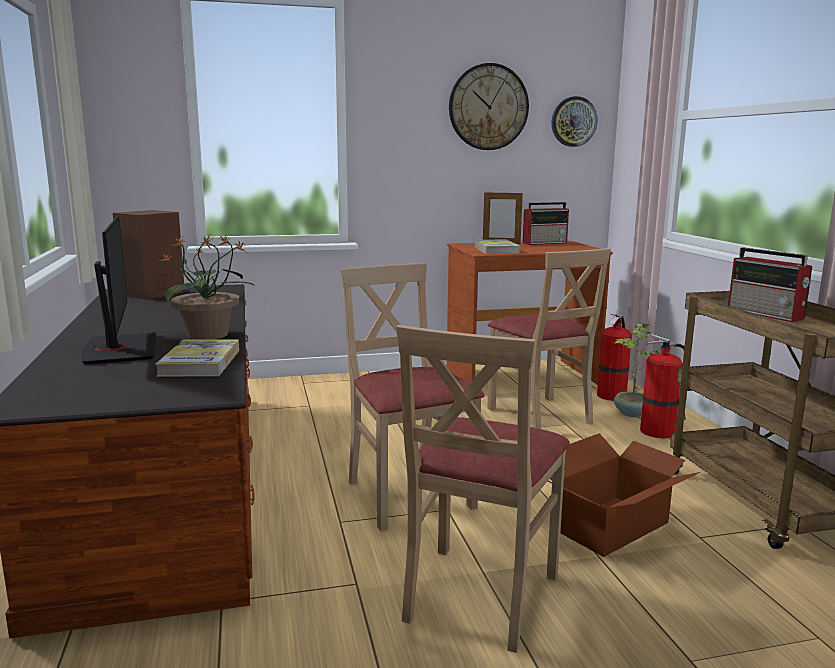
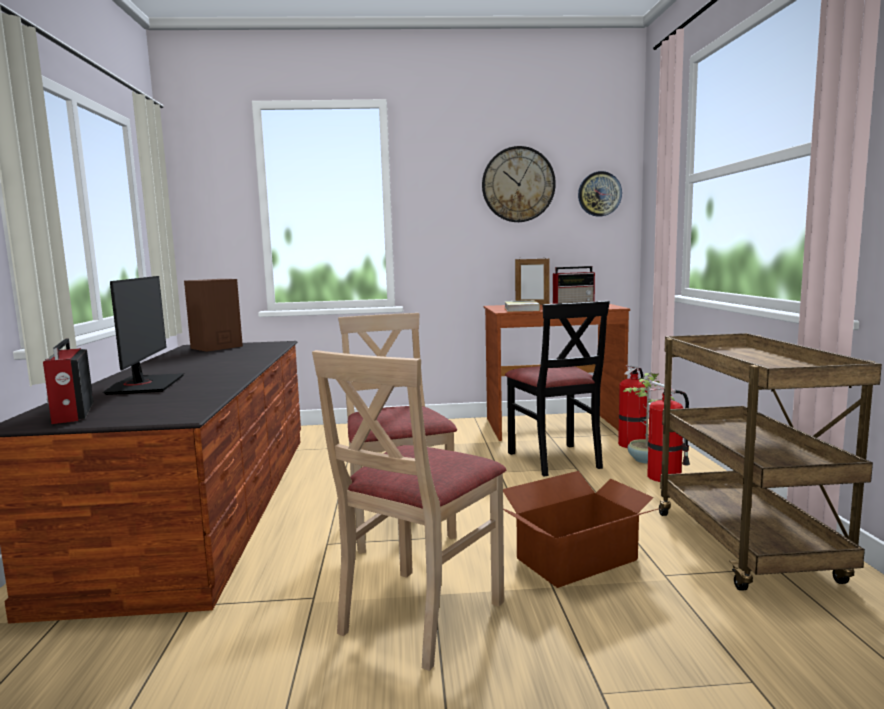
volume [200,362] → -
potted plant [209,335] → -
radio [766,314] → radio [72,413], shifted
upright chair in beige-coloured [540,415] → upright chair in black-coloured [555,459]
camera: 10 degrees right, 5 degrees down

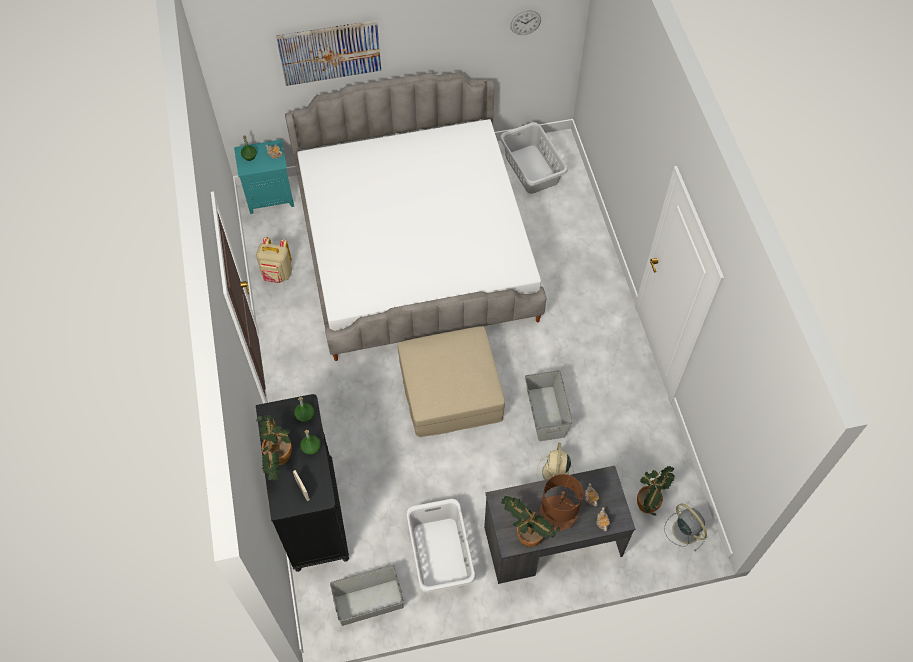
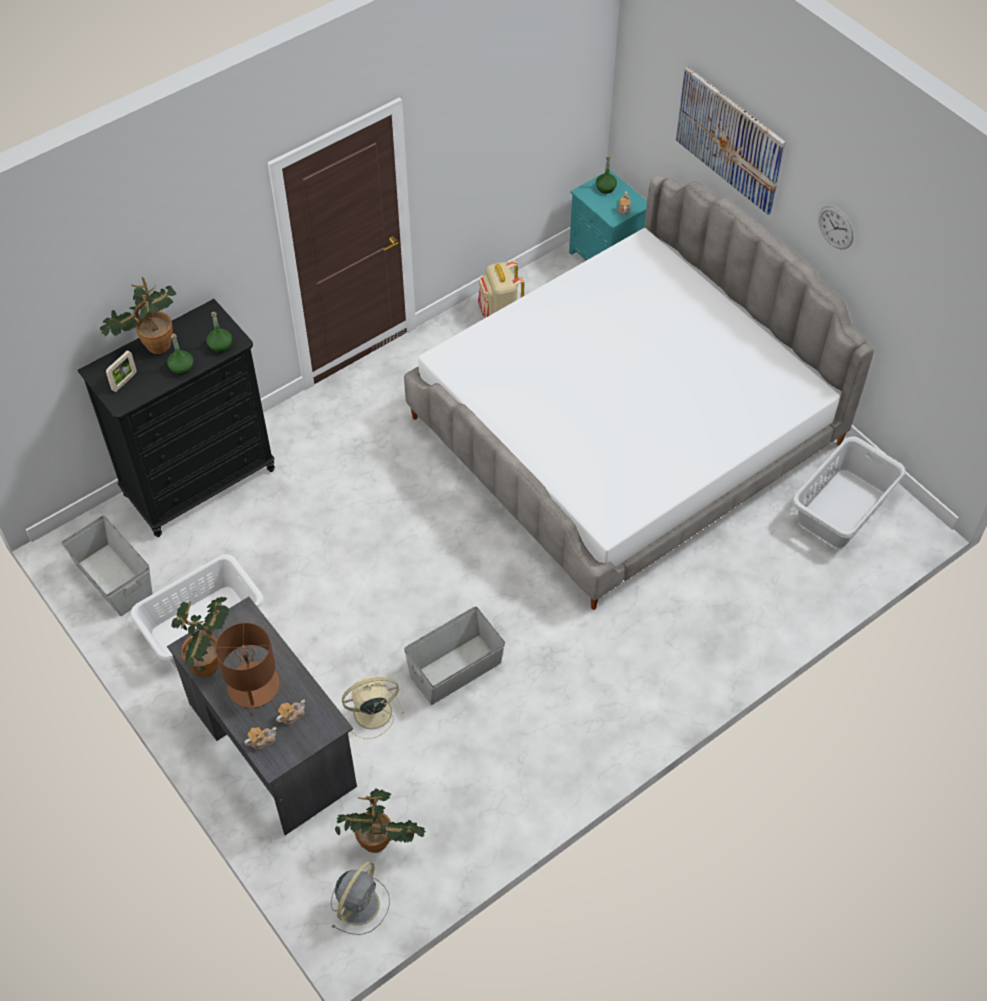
footrest in beige-coloured [450,390] → -
wall clock [525,22] → wall clock [836,227], shifted
camera: 65 degrees right, 5 degrees down

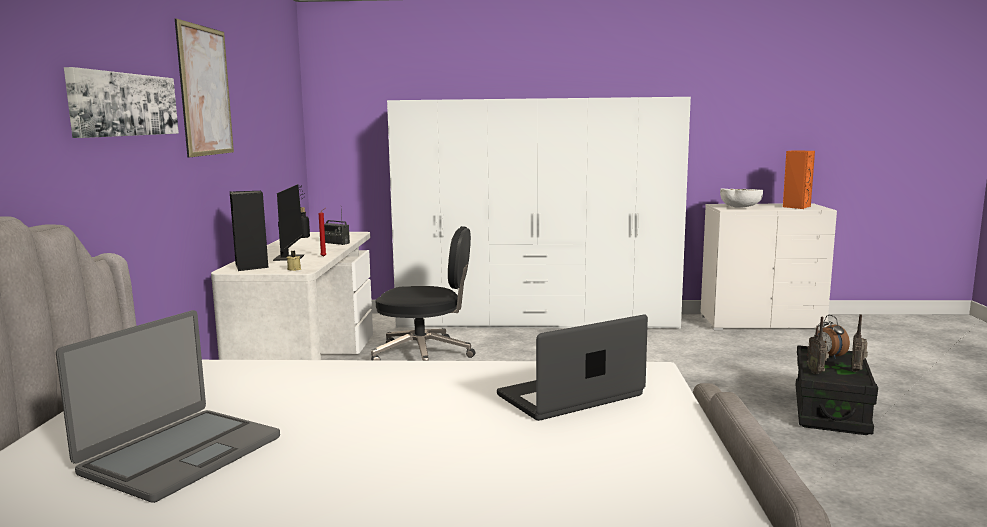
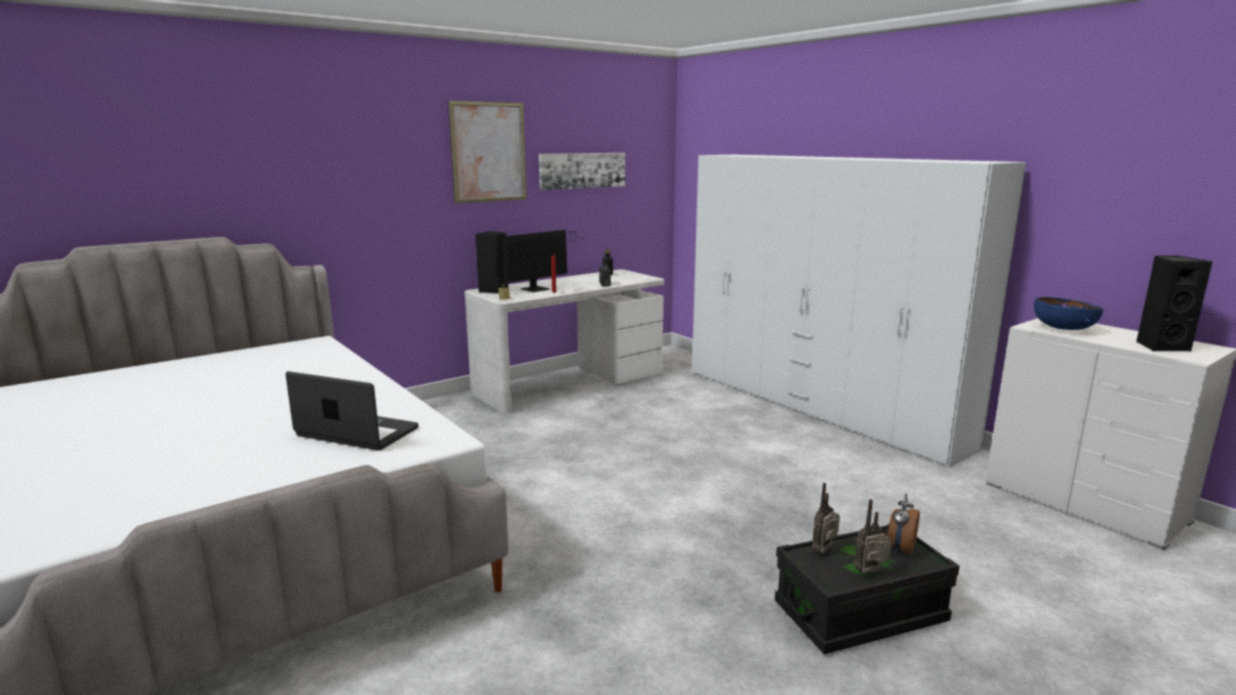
portable computer [180,455] → -
computer chair in black-coloured [425,355] → -
picture [124,104] → picture [582,170], shifted
deep dish in whitish [740,207] → deep dish in blue [1062,329]
loudspeaker in orangey [796,207] → loudspeaker in black-coloured [1160,347]
camera: 50 degrees right, 5 degrees up

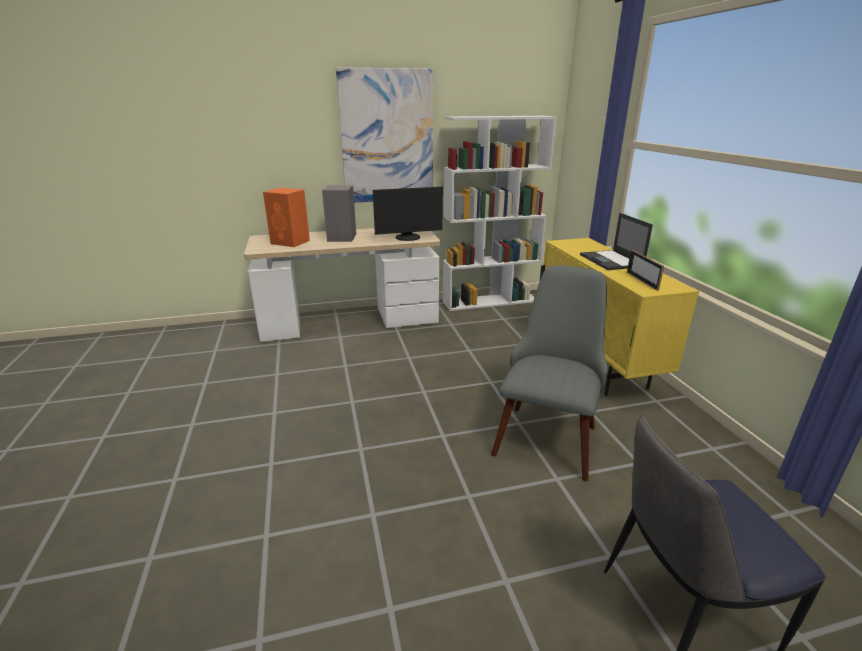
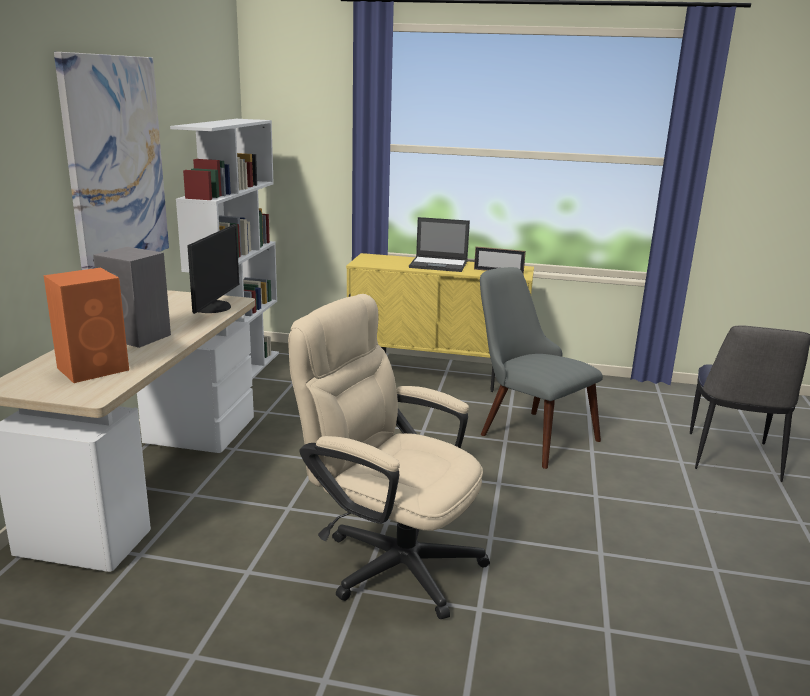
- → computer chair in beige-coloured [389,559]
camera: 65 degrees left, 5 degrees down

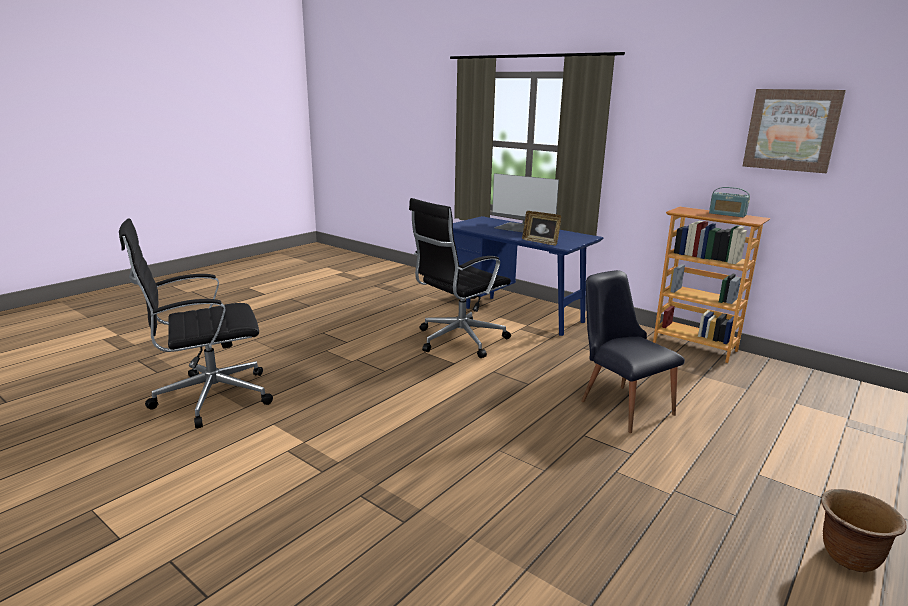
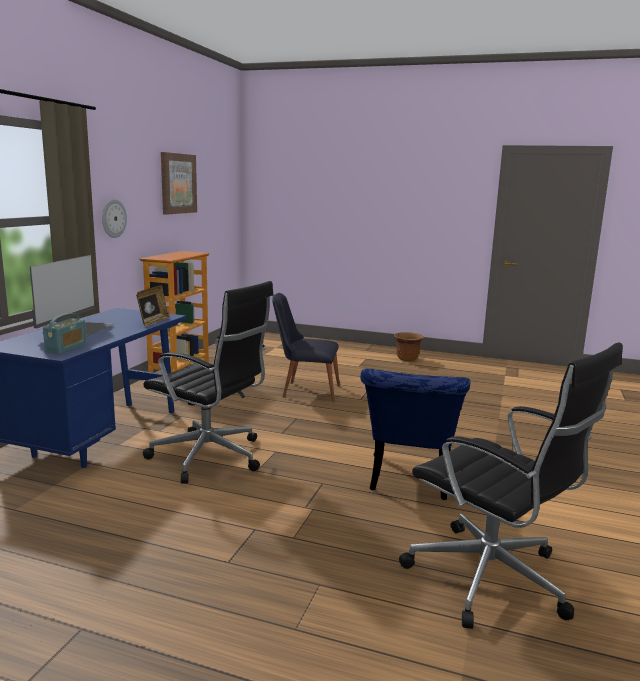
- → wall clock [113,218]
- → upright chair in blue [408,481]
radio [727,214] → radio [66,348], shifted
upright chair in black-coloured [620,404] → upright chair in black-coloured [305,391], 60 degrees clockwise
camera: 110 degrees left, 5 degrees down

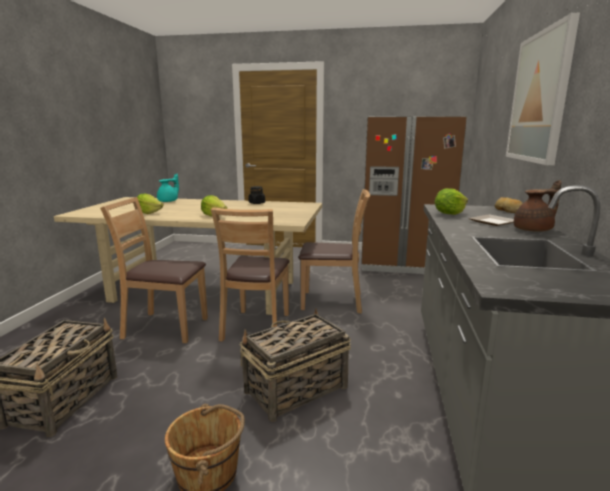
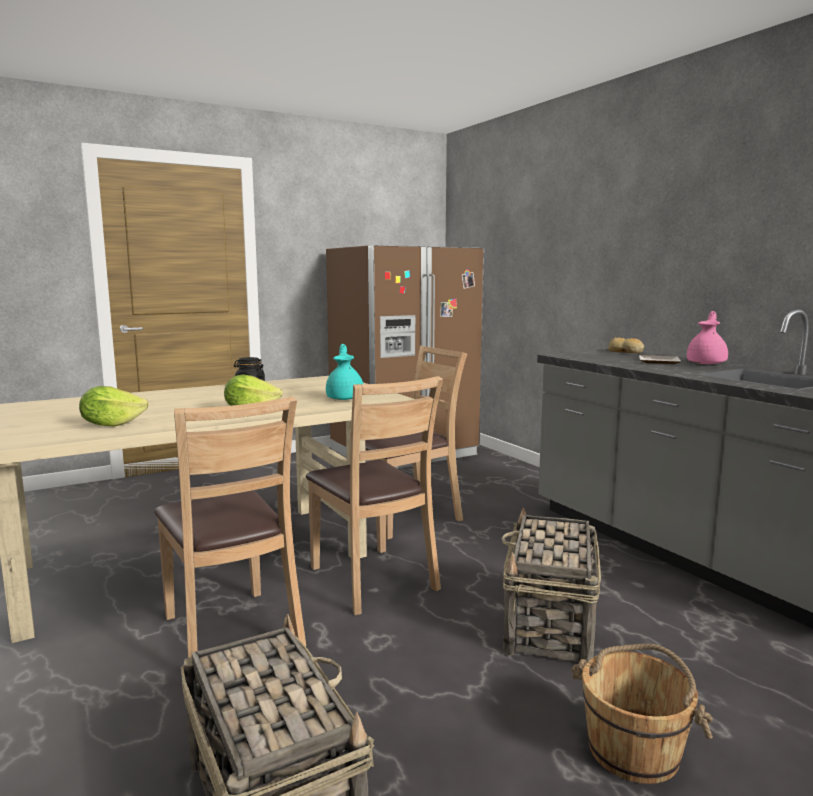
head of lettuce [449,214] → -
picture [539,97] → -
pot for tea in turquoise-coloured [169,201] → pot for tea in turquoise-coloured [345,398], shifted
pot for tea in brown-coloured [534,230] → pot for tea in pinkish [707,363]
upright chair in brown-coloured [165,327] → upright chair in brown-coloured [231,633], 90 degrees counterclockwise
camera: 40 degrees left, 5 degrees down

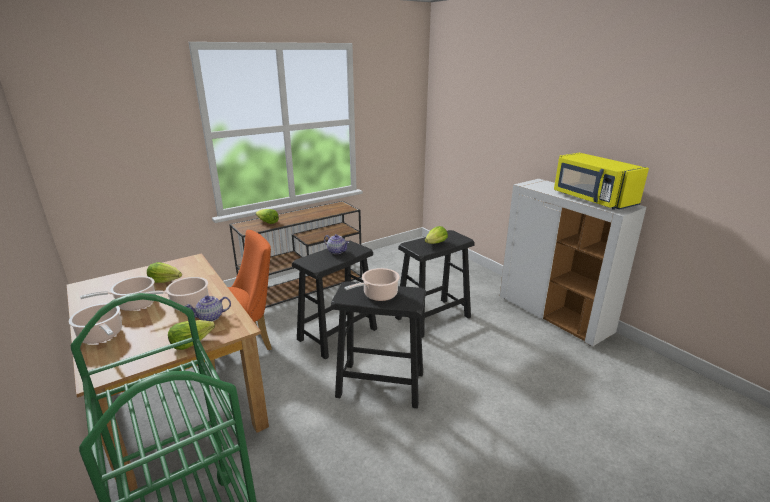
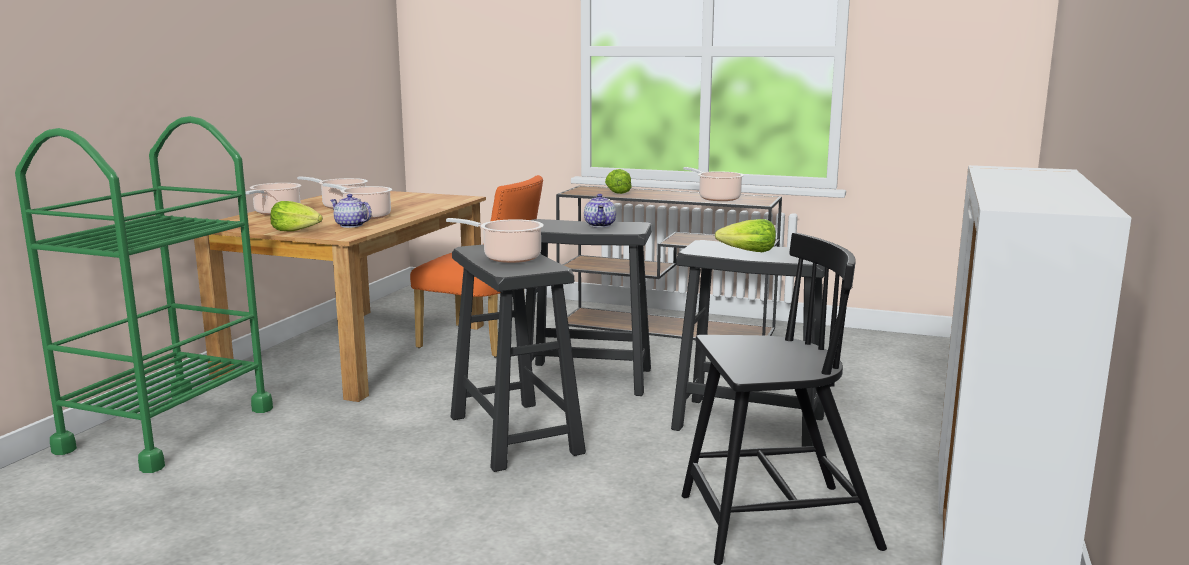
head of lettuce [166,281] → -
microwave oven in yellow [592,199] → -
- → upright chair in black-coloured [774,523]
- → cooking pot [717,198]
camera: 55 degrees right, 10 degrees down

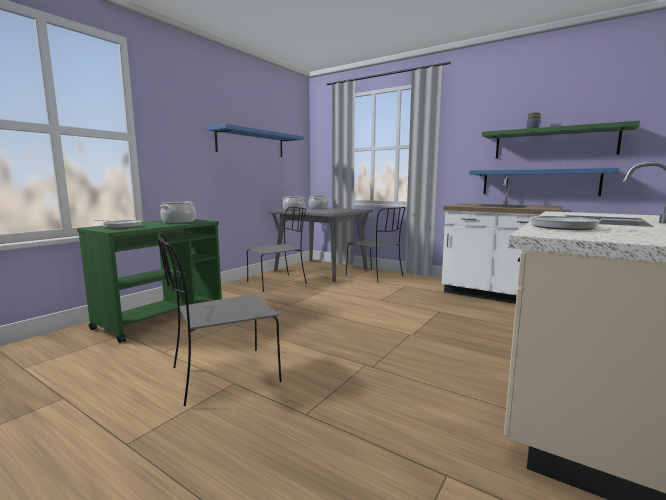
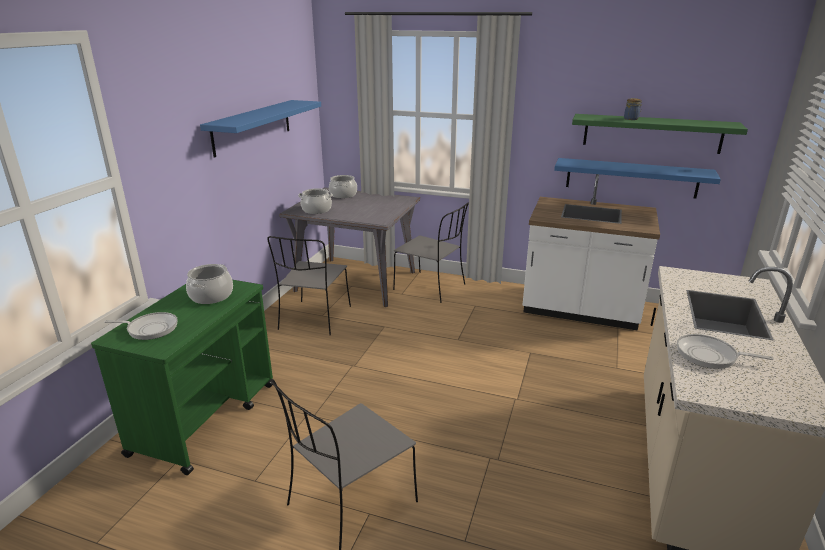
upright chair in greyish [278,283] → upright chair in greyish [314,319], 150 degrees clockwise
camera: 15 degrees left, 15 degrees up

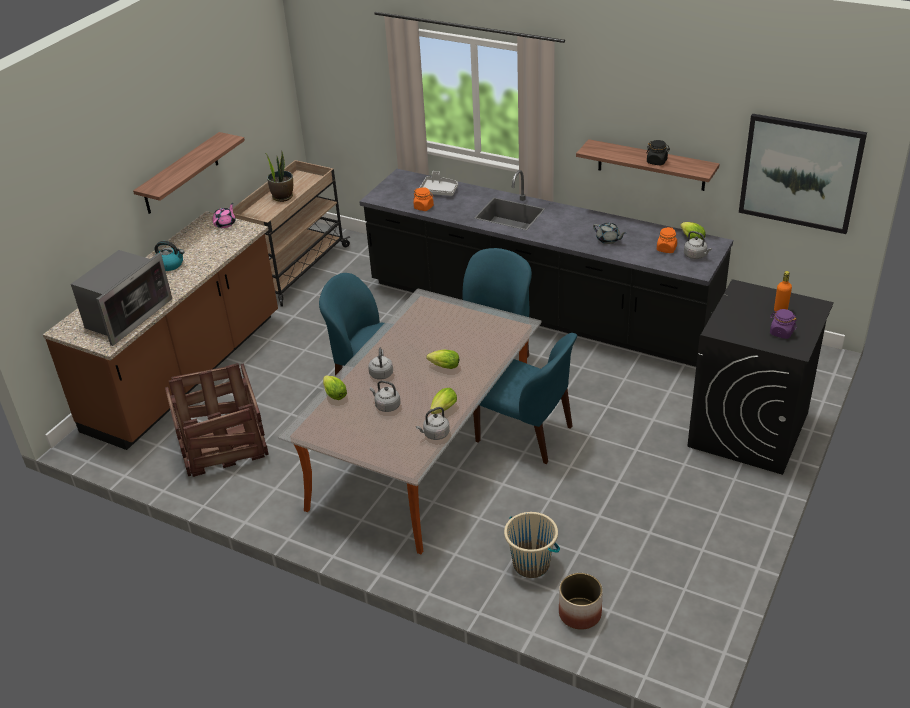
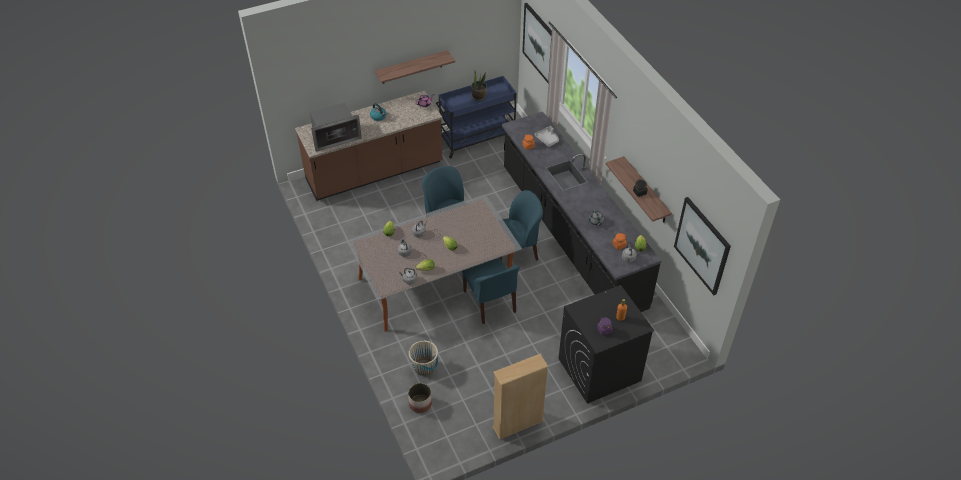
shipping crate [221,444] → -
- → bookshelf in beige-coloured [518,424]
- → picture [539,43]
trolley in beige-coloured [294,270] → trolley in blue [476,138]
camera: 35 degrees right, 10 degrees up

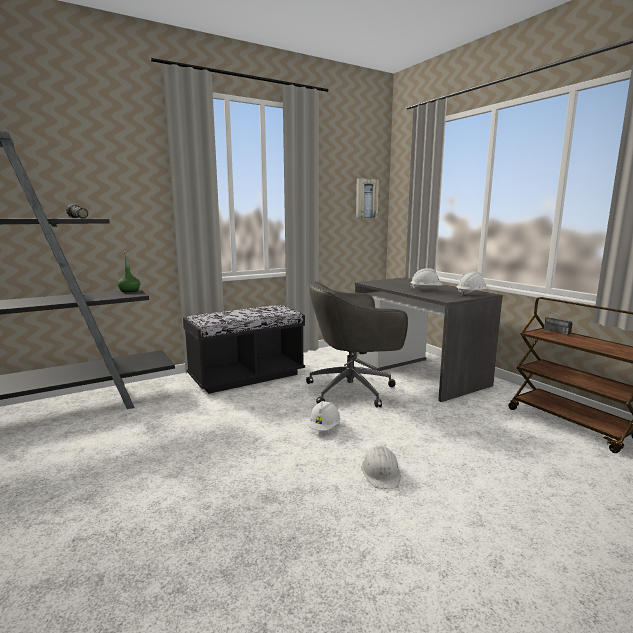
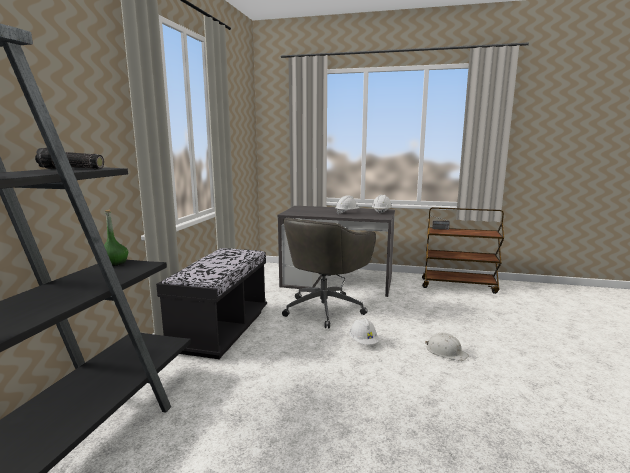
picture [366,198] → -
camera: 45 degrees left, 0 degrees up

